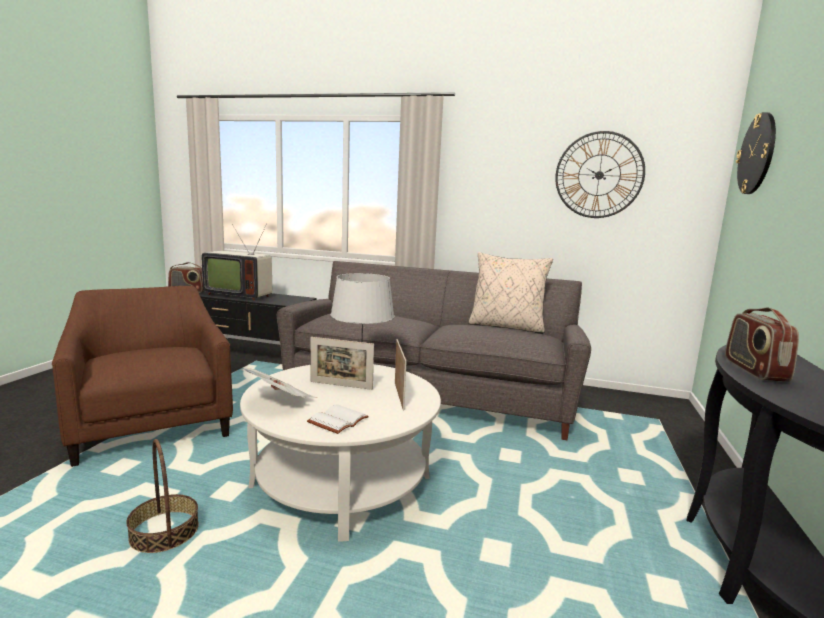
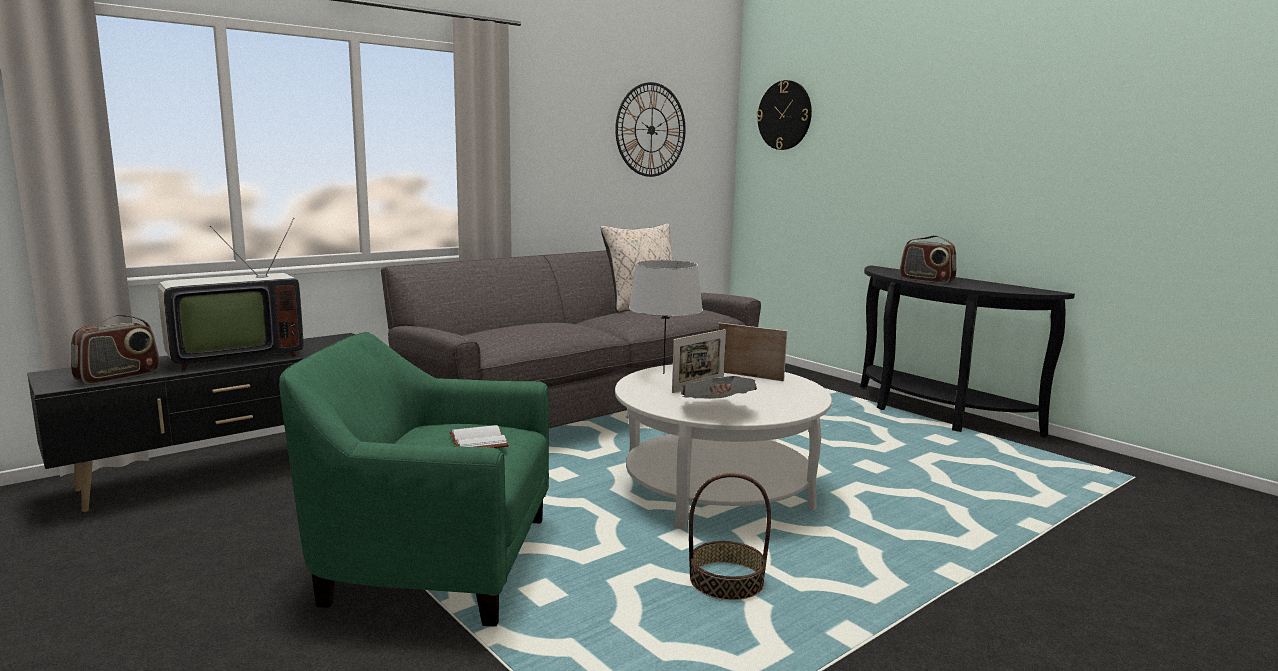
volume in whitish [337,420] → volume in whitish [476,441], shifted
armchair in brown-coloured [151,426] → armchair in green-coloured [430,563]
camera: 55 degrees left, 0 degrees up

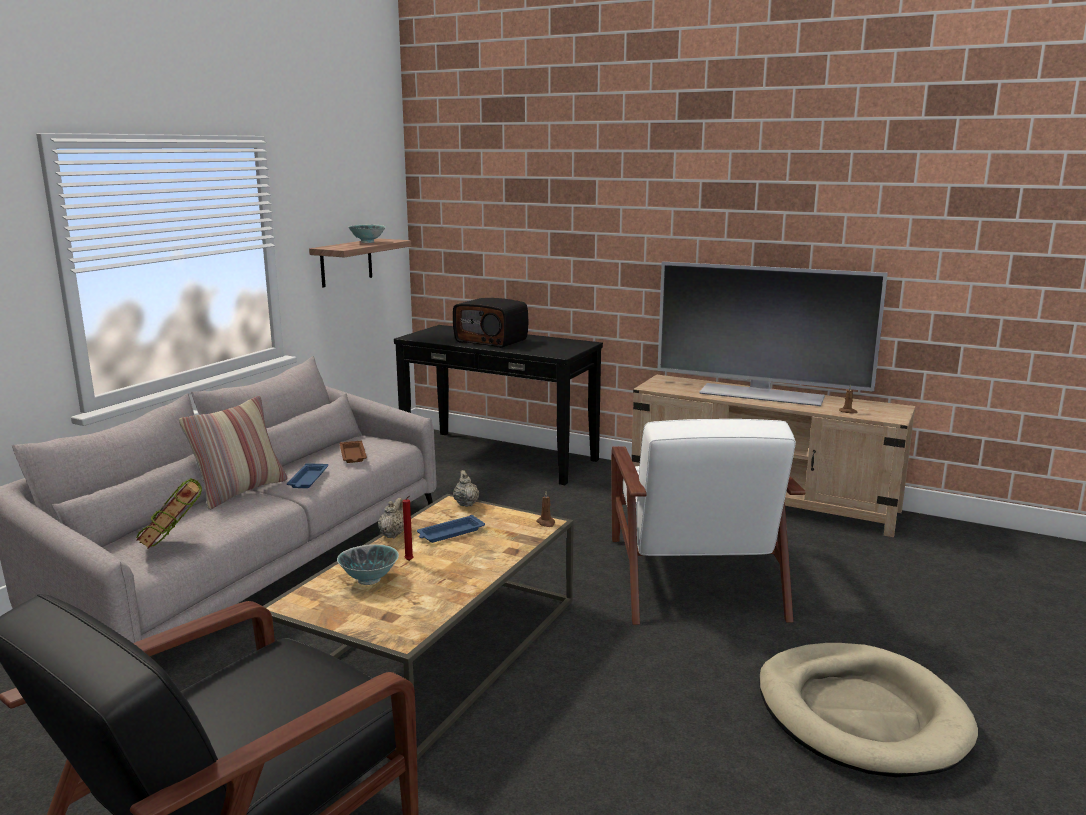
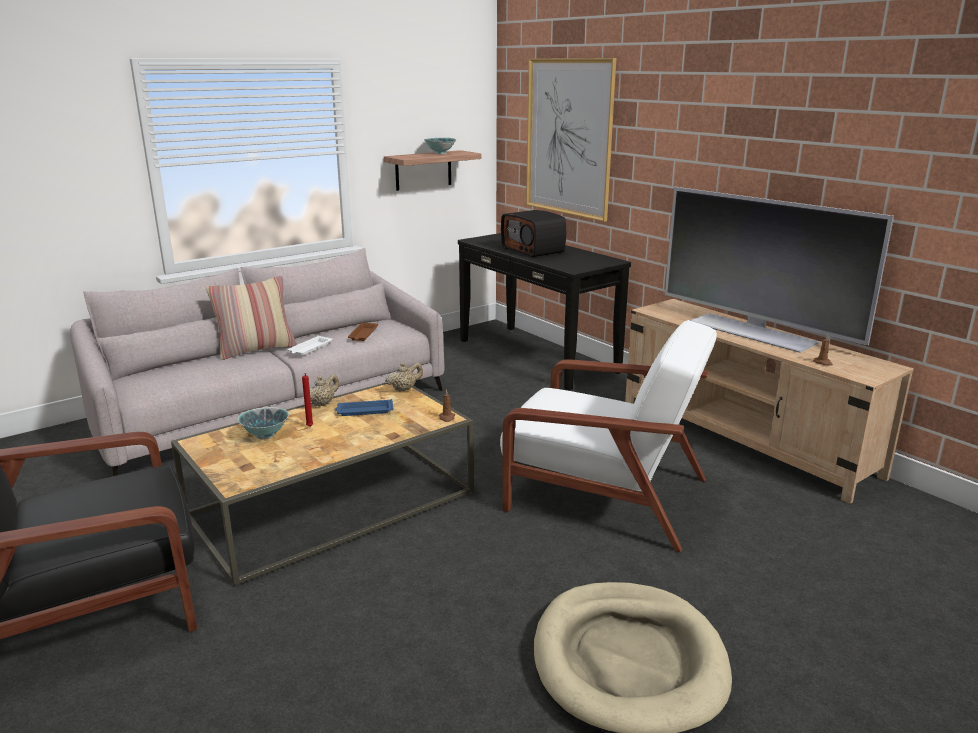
volume [174,544] → -
- → picture [568,138]
tray in blue [307,479] → tray in whitish [309,349]
pot for tea in beige-coloured [466,503] → pot for tea in beige-coloured [404,389], 45 degrees clockwise
armchair in whitish [693,574] → armchair in whitish [602,493], 90 degrees counterclockwise
camera: 25 degrees right, 5 degrees up

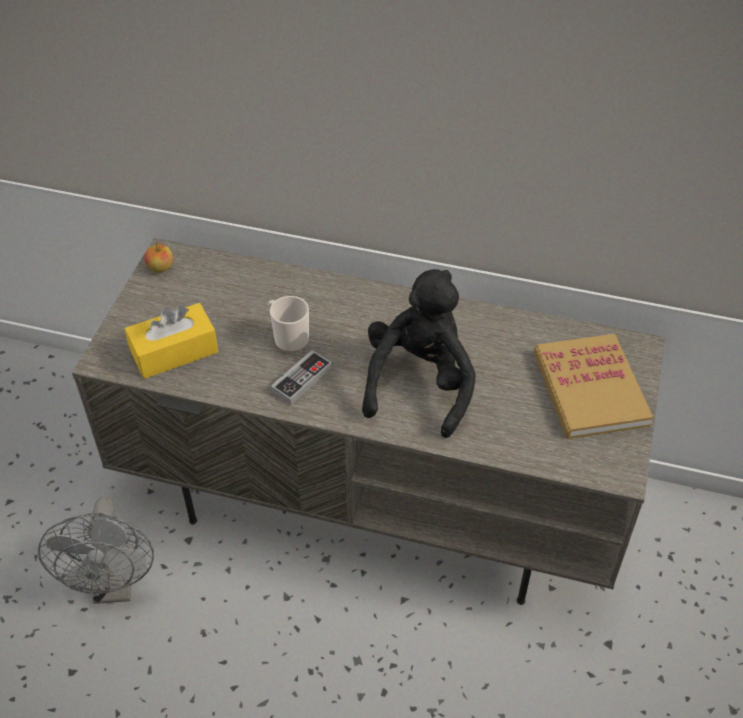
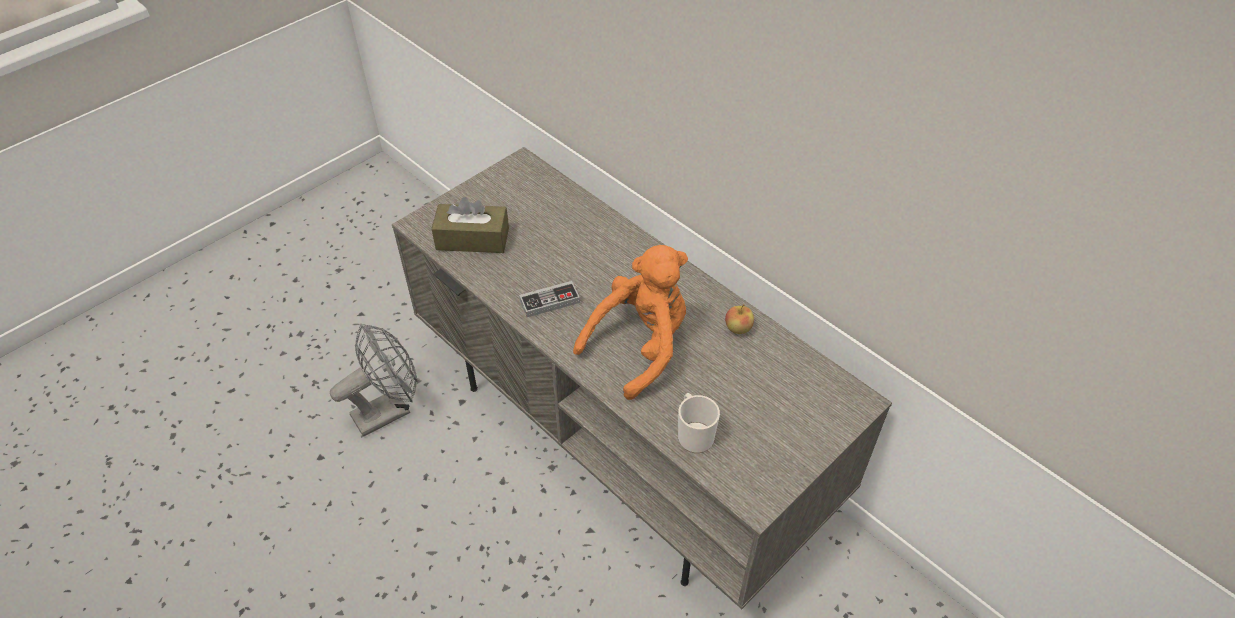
volume [590,389] → -
apple [160,268] → apple [738,328], shifted
coffee mug [288,338] → coffee mug [694,434], shifted
tissue box in yellow [174,352] → tissue box in brown-coloured [472,239]
soft toy in black-coloured [419,383] → soft toy in orangey [640,345]
cooling fan in greyish [115,586] → cooling fan in greyish [389,410], 150 degrees counterclockwise
camera: 30 degrees right, 0 degrees up

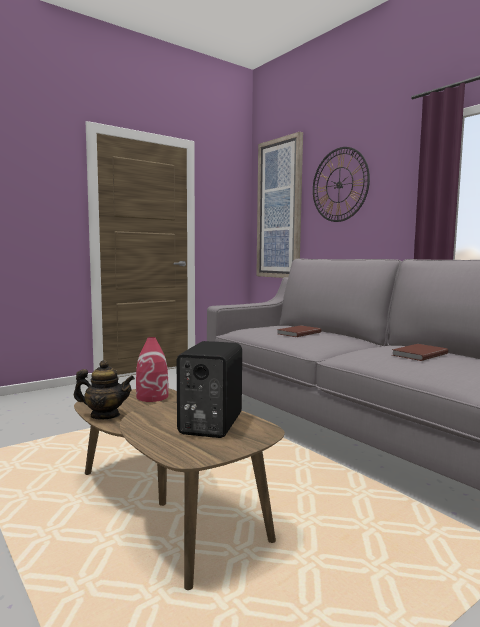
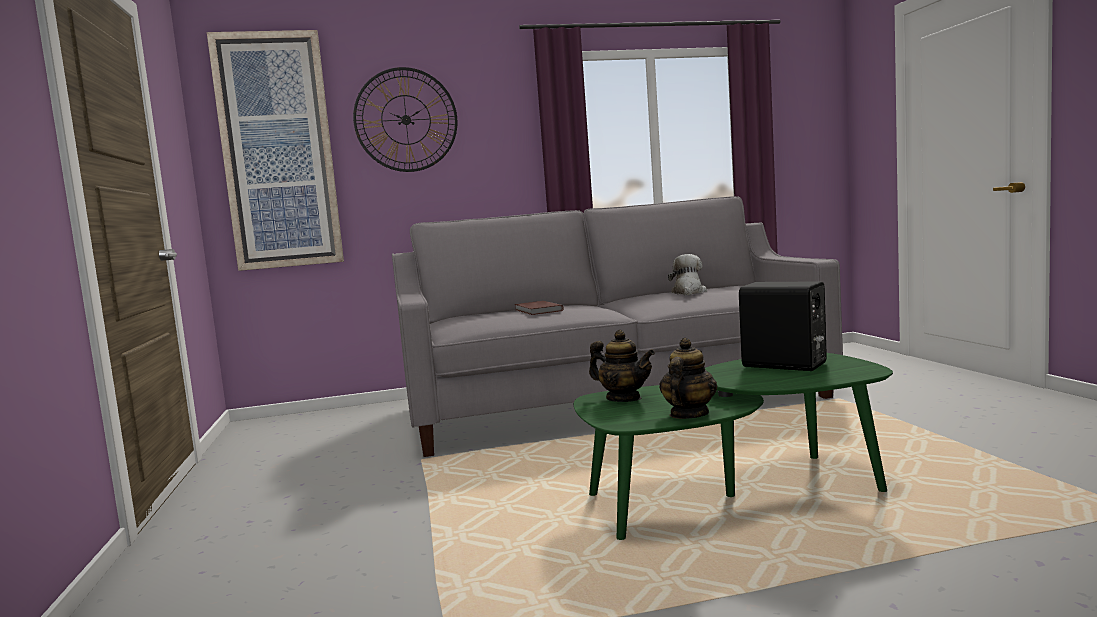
flower vase in red-coloured [152,397] → pot for tea [623,399]
volume in brown-coloured [418,354] → soft toy [688,292]
low table in brown-coloured [167,506] → low table in green-coloured [733,495]
camera: 65 degrees left, 0 degrees up

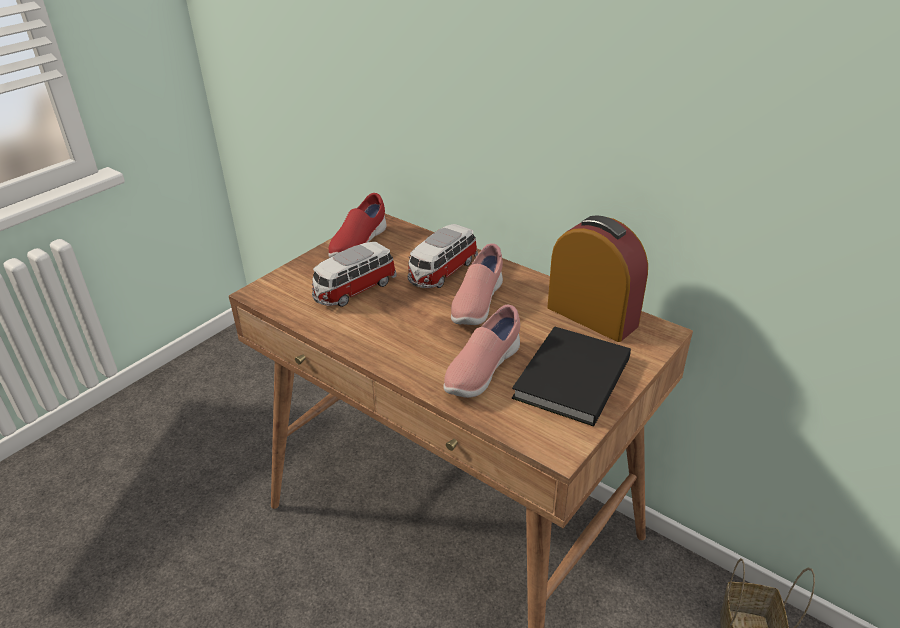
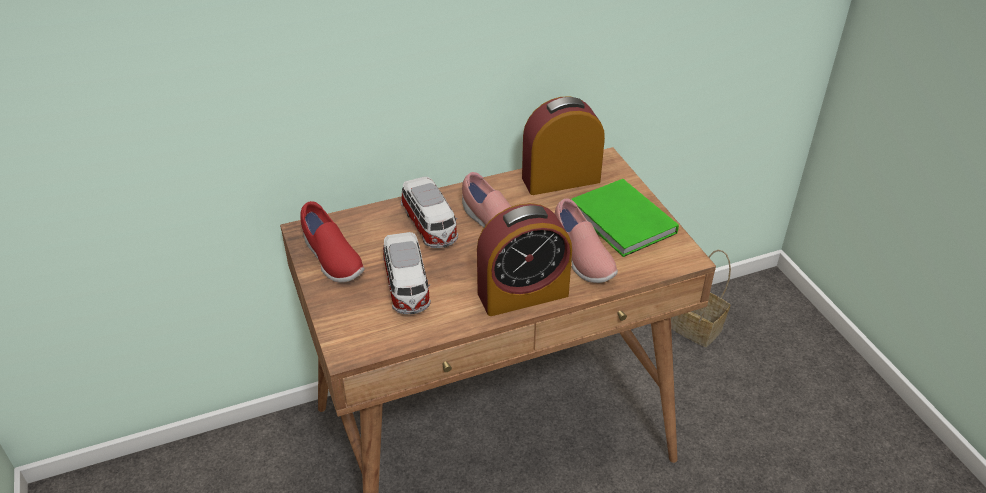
- → alarm clock [523,294]
volume in black-coloured [569,379] → volume in green-coloured [623,222]
camera: 60 degrees left, 5 degrees up

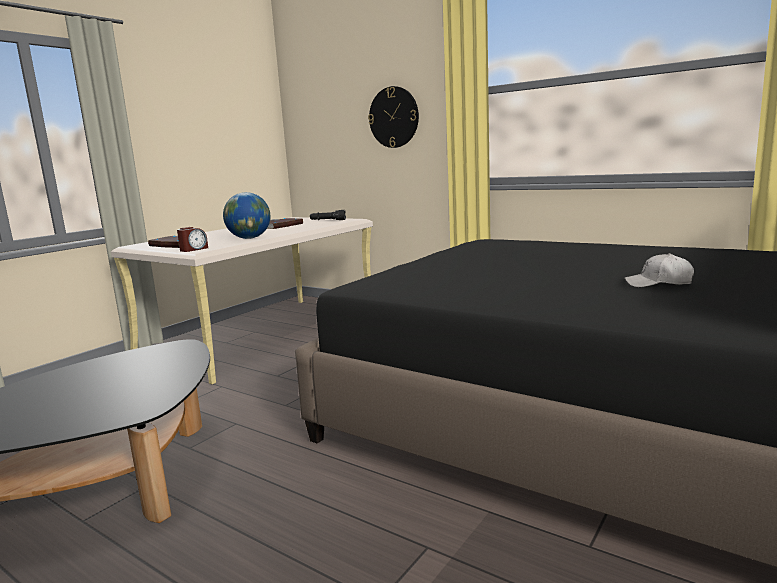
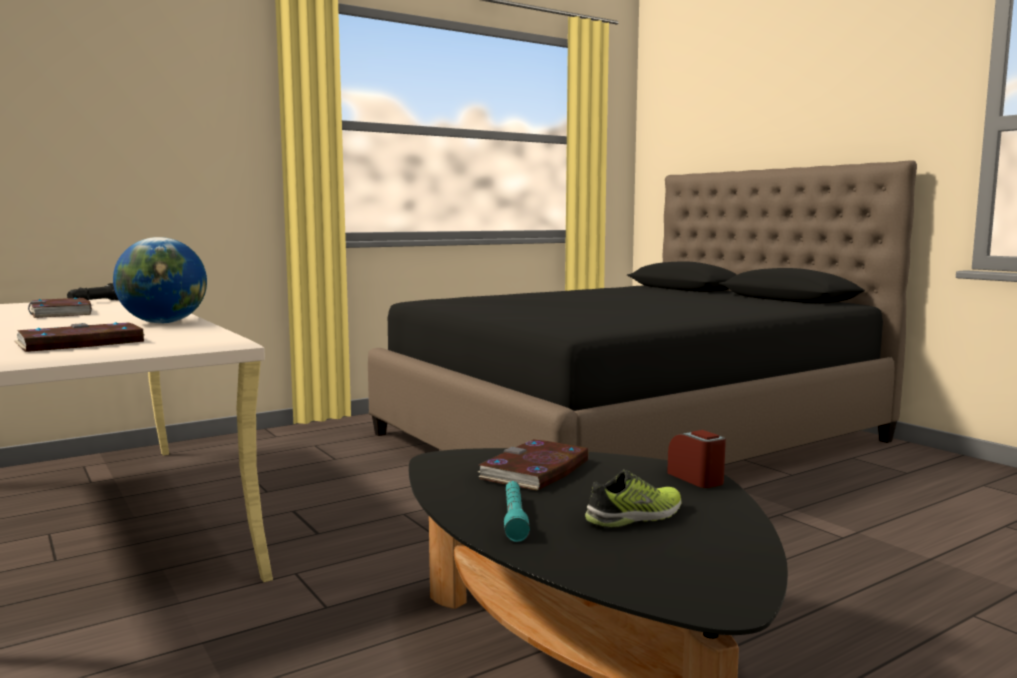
wall clock [394,117] → -
baseball cap in whitish [658,283] → -
- → volume [535,470]
- → torch in turquoise-coloured [514,518]
- → shoe [636,517]
alarm clock [193,249] → alarm clock [696,478], shifted
camera: 70 degrees left, 5 degrees down

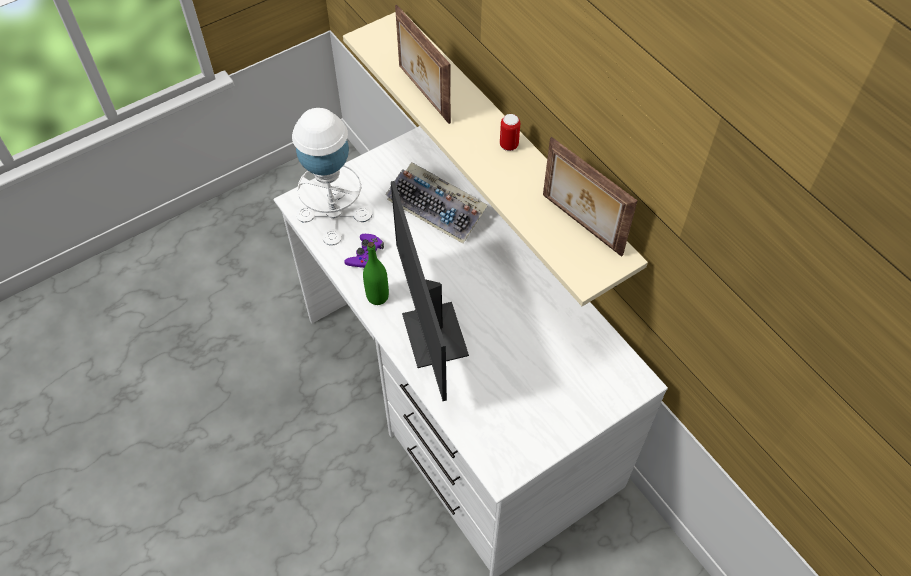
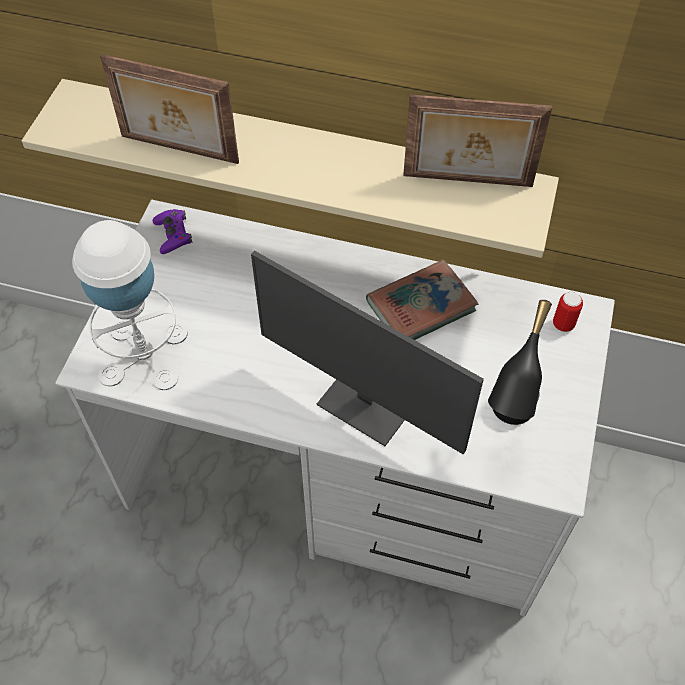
bottle in green-coloured [377,296] → -
PC keyboard [438,208] → -
- → volume [421,306]
- → lamp for a table in black-coloured [507,423]
game controller in purple [365,254] → game controller in purple [173,234], shifted
can [509,145] → can [563,324], shifted
camera: 40 degrees left, 0 degrees up

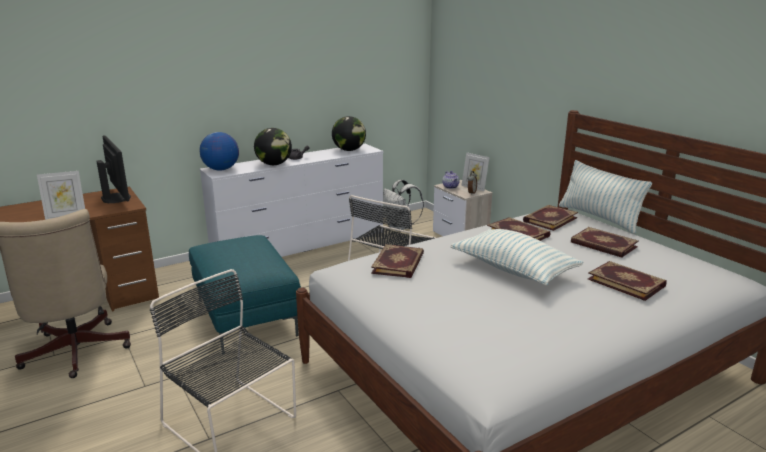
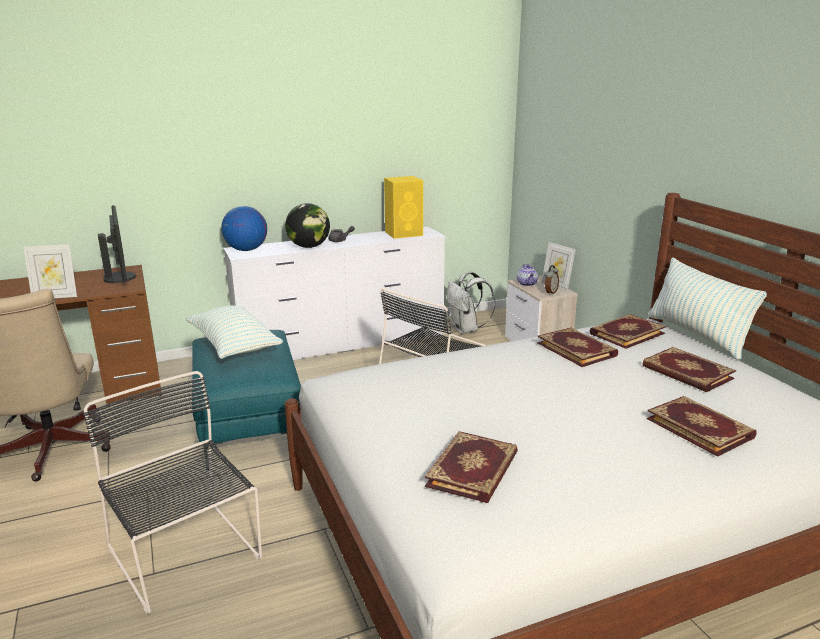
volume [399,263] → volume [474,470], shifted
pillow [513,270] → pillow [234,345], shifted
desk globe [349,150] → loudspeaker in yellow [404,233]
camera: 10 degrees right, 0 degrees up

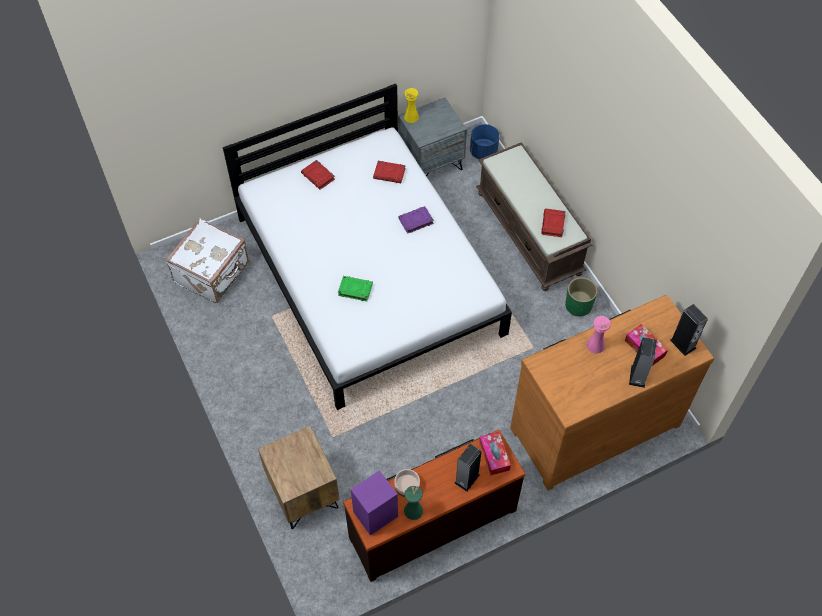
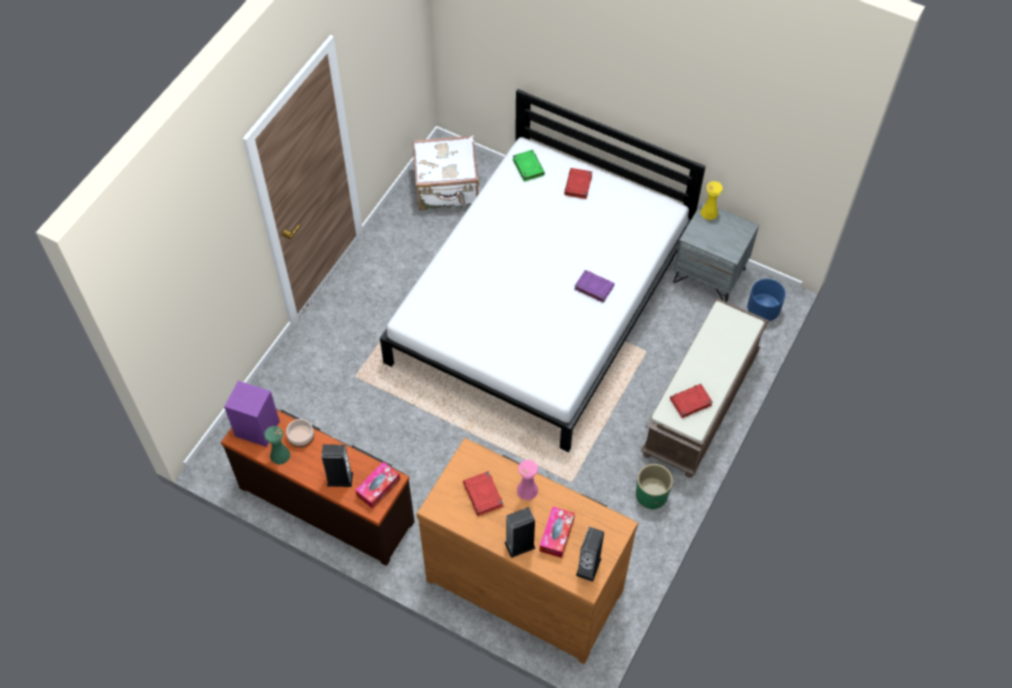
bedside table in brown-coloured [302,493] → -
volume in green-coloured [355,290] → volume in green-coloured [528,167], shifted
volume in red-coloured [389,173] → volume in red-coloured [483,495], shifted
camera: 55 degrees right, 0 degrees up

